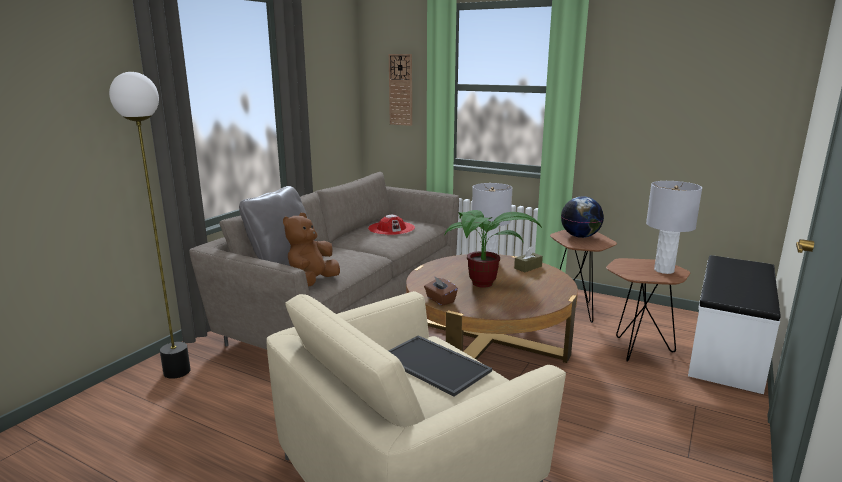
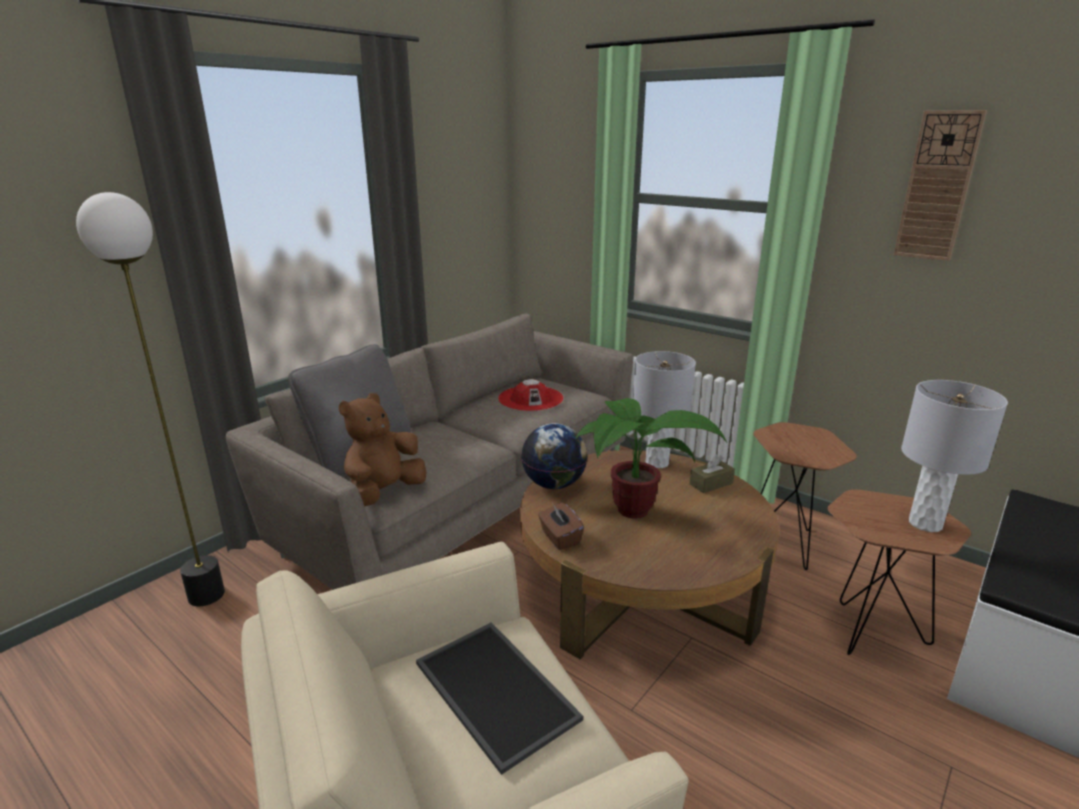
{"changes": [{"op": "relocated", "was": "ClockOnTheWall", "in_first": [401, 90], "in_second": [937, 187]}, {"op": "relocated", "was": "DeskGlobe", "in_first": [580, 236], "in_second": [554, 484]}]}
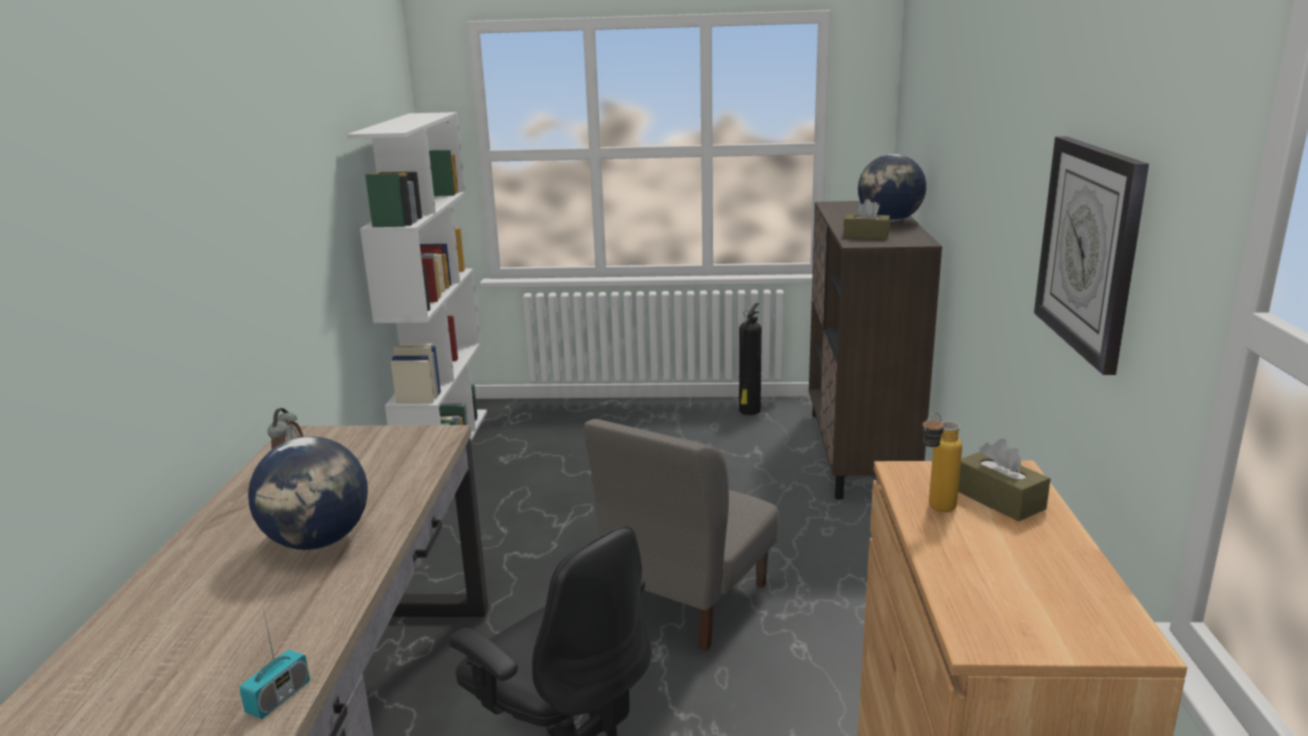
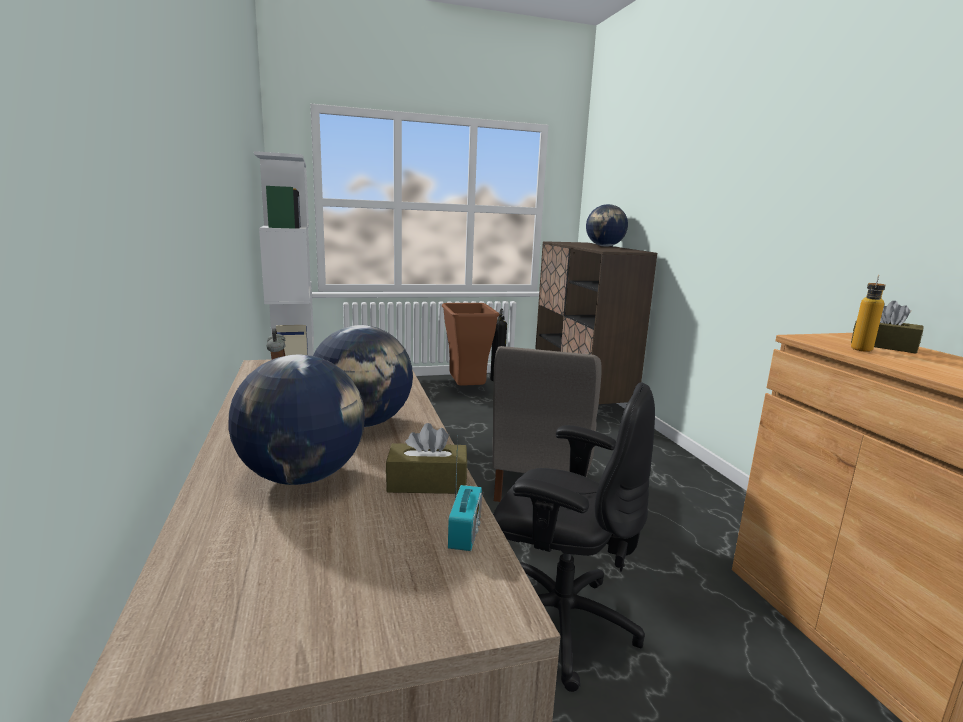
{"changes": [{"op": "missing", "was": "ClockOnTheWall", "in_first": [1089, 248]}, {"op": "relocated", "was": "BrownColouredBoxOfTissues", "in_first": [866, 235], "in_second": [427, 483]}, {"op": "appeared", "now": "BrownColouredWasteBin", "in_second": [465, 391]}, {"op": "appeared", "now": "DeskGlobe", "in_second": [302, 476]}]}
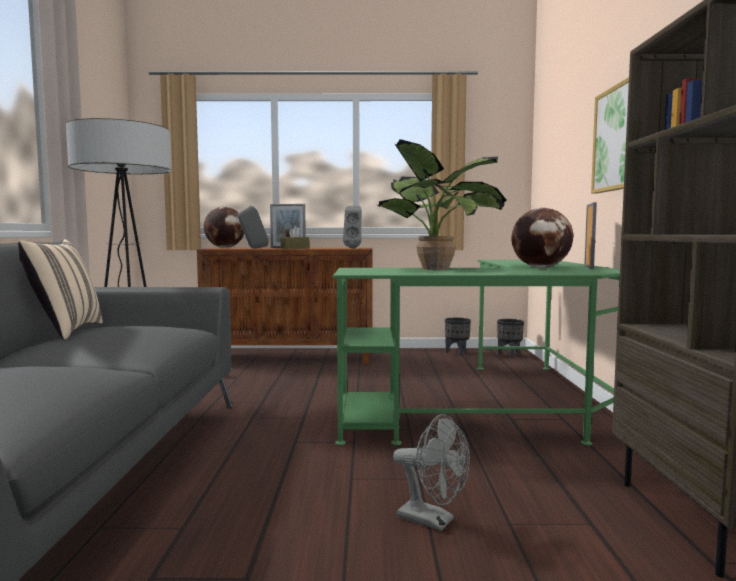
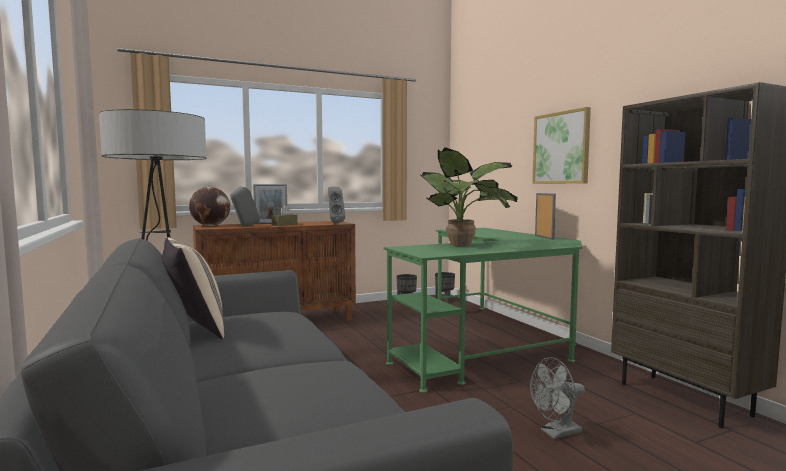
{"changes": [{"op": "missing", "was": "DeskGlobe", "in_first": [541, 267]}, {"op": "spun", "was": "GreyishElectricFan", "in_first": [433, 521], "in_second": [556, 433], "clockwise": 150}]}
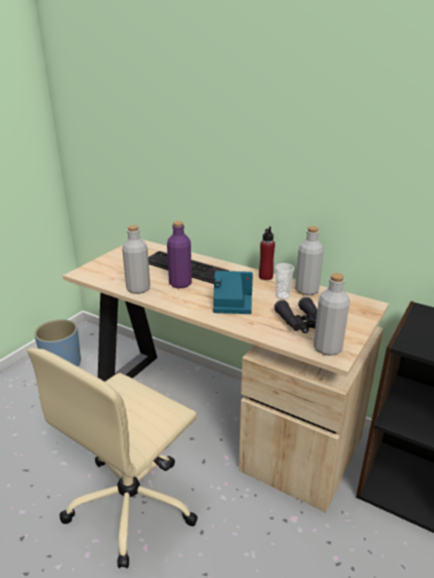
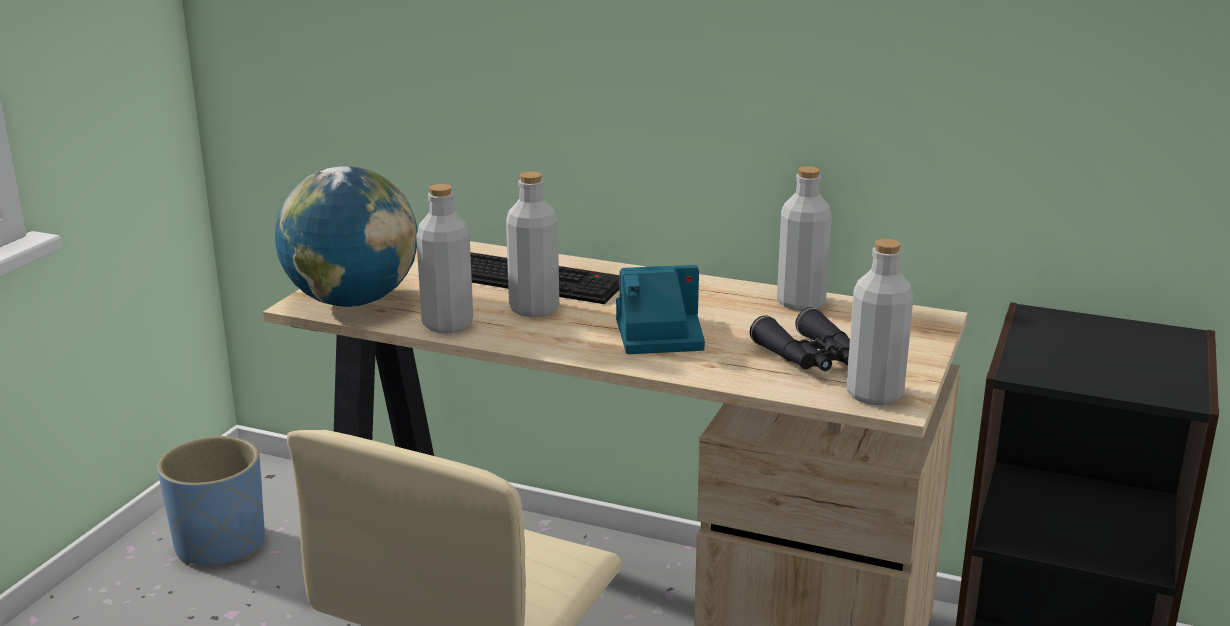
{"changes": [{"op": "colour", "was": "PurpleDrinkBottle", "now": "GreyishDrinkBottle", "in_first": [180, 283], "in_second": [534, 309]}, {"op": "missing", "was": "RedDrinkBottle", "in_first": [265, 277]}, {"op": "missing", "was": "Cup", "in_first": [282, 296]}, {"op": "appeared", "now": "DeskGlobe", "in_second": [352, 302]}]}
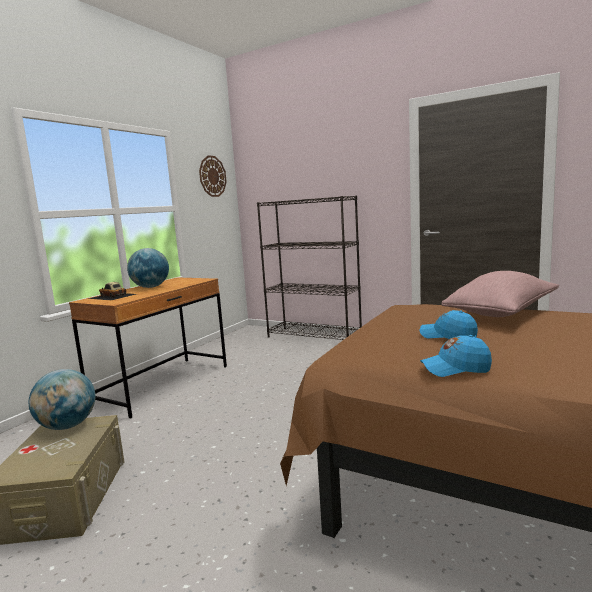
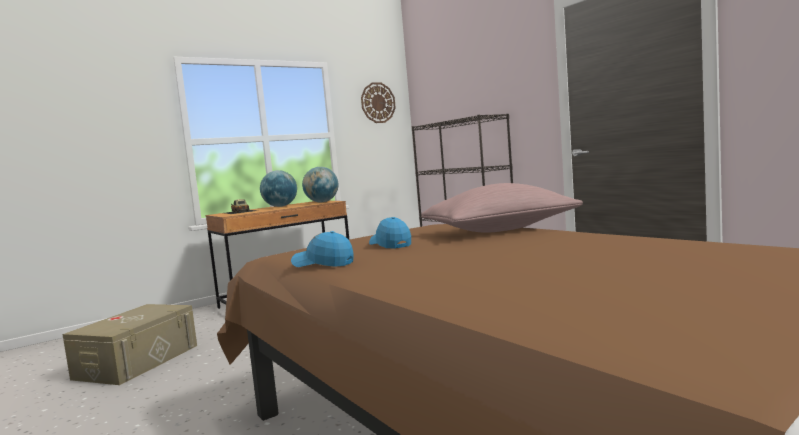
{"changes": [{"op": "relocated", "was": "DeskGlobe", "in_first": [67, 426], "in_second": [322, 202]}]}
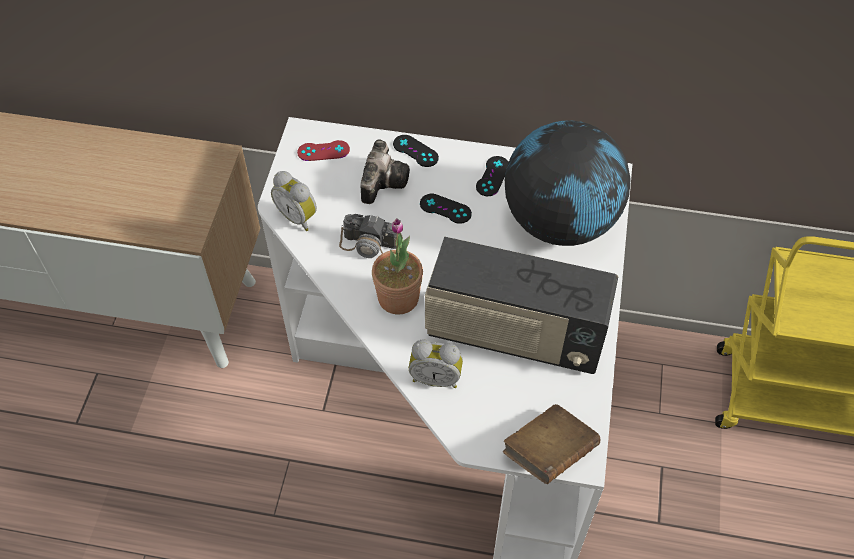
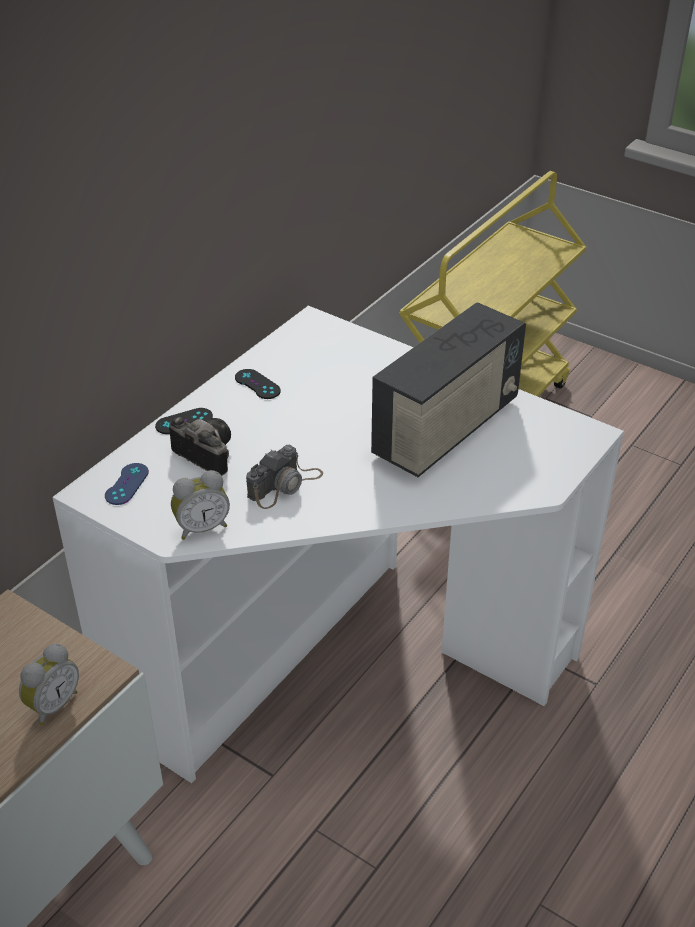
{"changes": [{"op": "missing", "was": "DeskGlobe", "in_first": [560, 221]}, {"op": "colour", "was": "RedGamepad", "now": "BlueGamepad", "in_first": [323, 151], "in_second": [127, 484]}, {"op": "missing", "was": "BlackColouredGamepad", "in_first": [445, 209]}, {"op": "missing", "was": "Houseplant", "in_first": [398, 298]}, {"op": "relocated", "was": "TableClock", "in_first": [435, 377], "in_second": [52, 704]}, {"op": "missing", "was": "BrownColouredVolume", "in_first": [549, 453]}]}
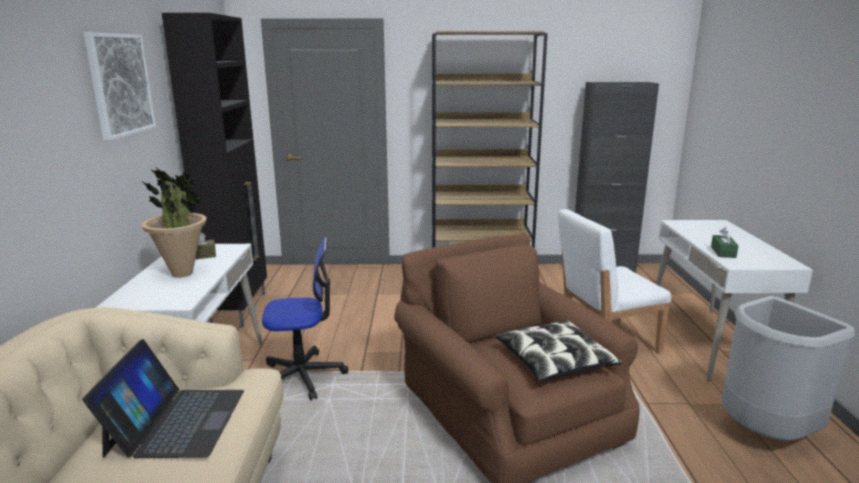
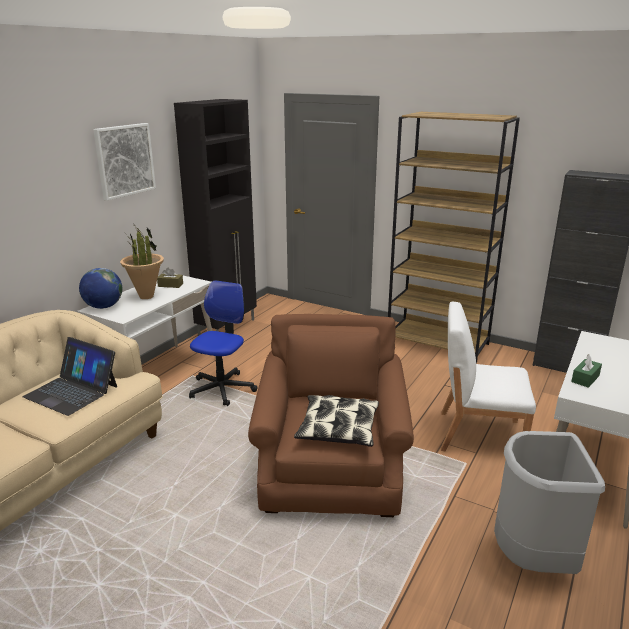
{"changes": [{"op": "spun", "was": "DeskChair", "in_first": [303, 376], "in_second": [222, 389], "clockwise": -90}, {"op": "spun", "was": "NotebookComputer", "in_first": [176, 421], "in_second": [72, 391], "clockwise": 90}, {"op": "appeared", "now": "DeskGlobe", "in_second": [103, 307]}]}
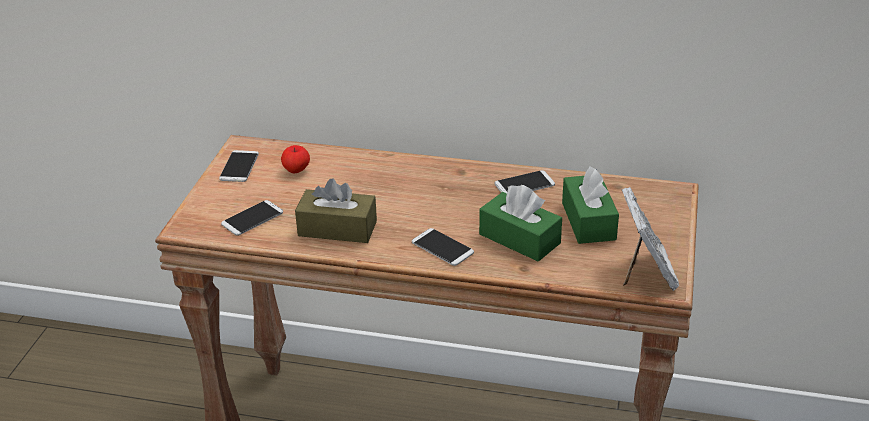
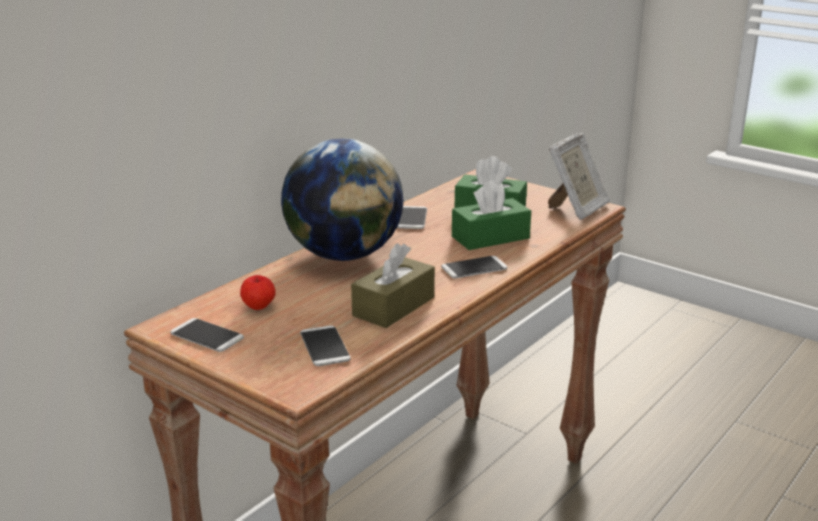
{"changes": [{"op": "spun", "was": "PictureFrame", "in_first": [646, 273], "in_second": [576, 209], "clockwise": 105}, {"op": "appeared", "now": "DeskGlobe", "in_second": [344, 255]}]}
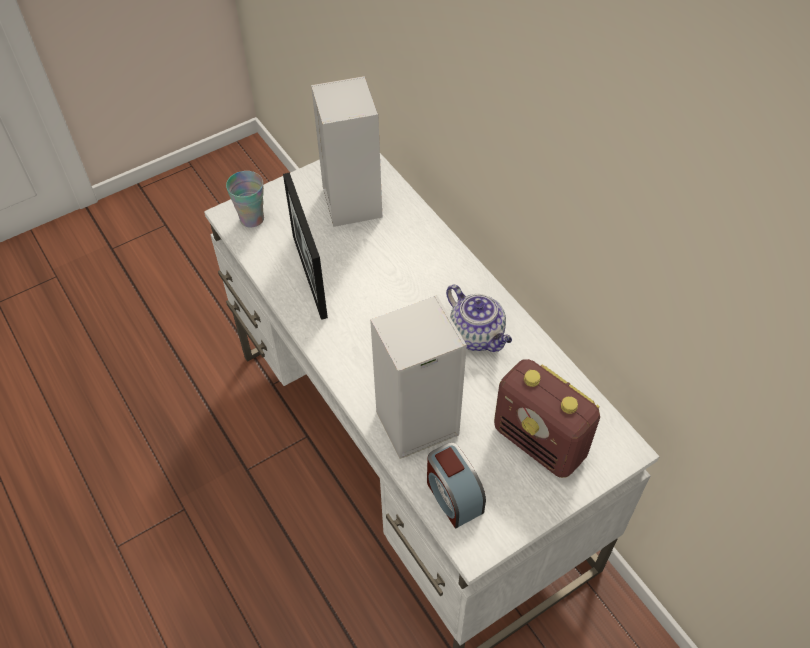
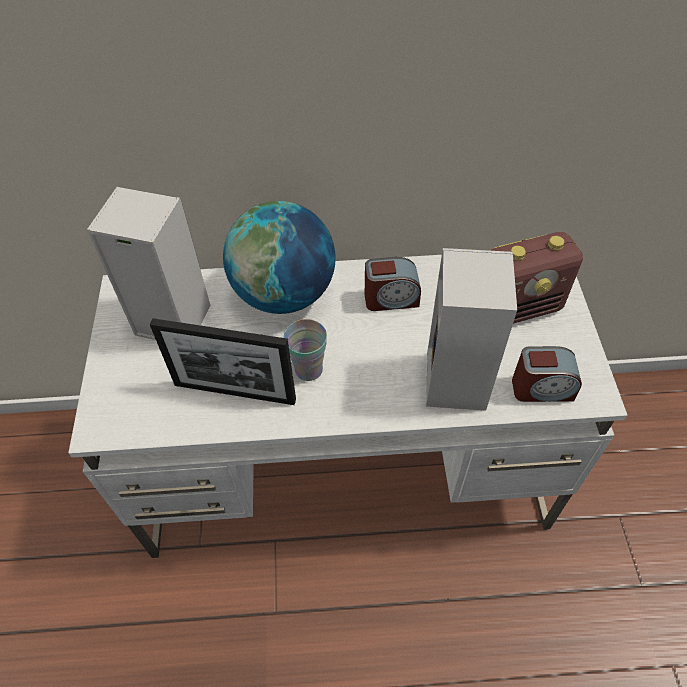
{"changes": [{"op": "relocated", "was": "Cup", "in_first": [252, 219], "in_second": [308, 369]}, {"op": "exchanged", "was": "Teapot", "now": "TableClock", "in_first": [477, 335], "in_second": [391, 299]}, {"op": "appeared", "now": "DeskGlobe", "in_second": [284, 294]}]}
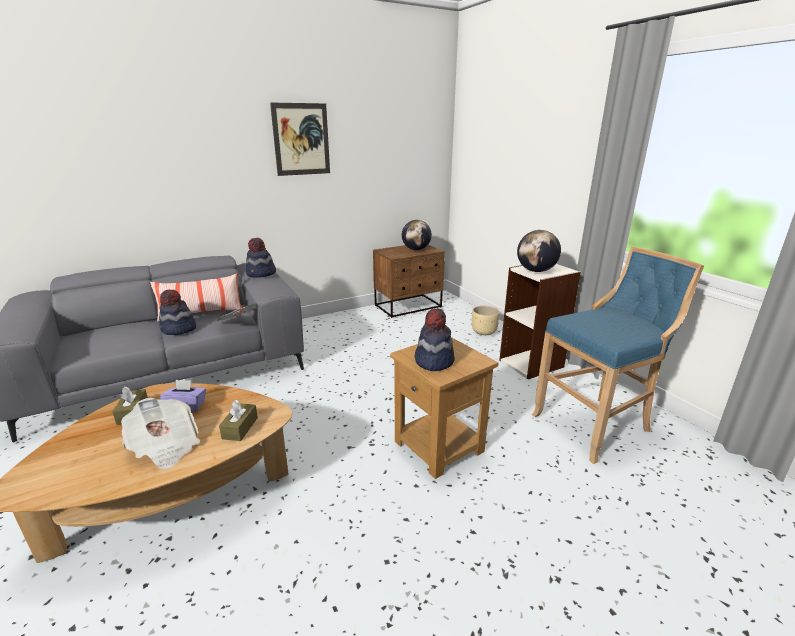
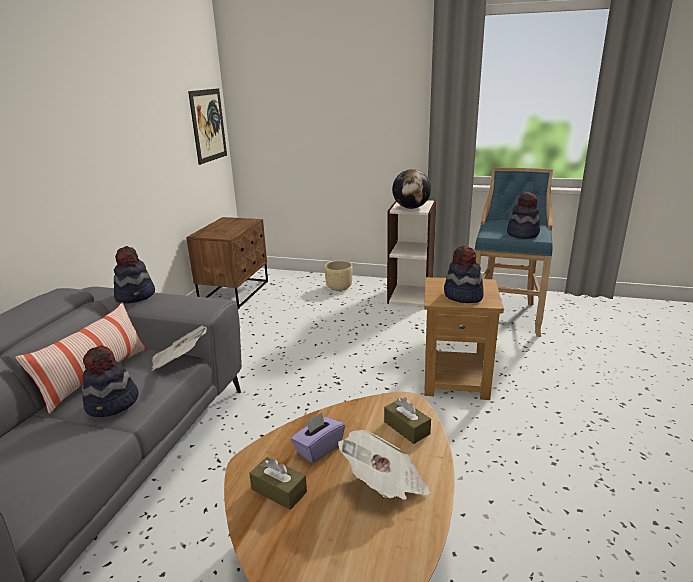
{"changes": [{"op": "relocated", "was": "WallArt", "in_first": [301, 139], "in_second": [208, 125]}, {"op": "missing", "was": "DeskGlobe", "in_first": [416, 249]}, {"op": "appeared", "now": "ClothingHat", "in_second": [522, 234]}]}
